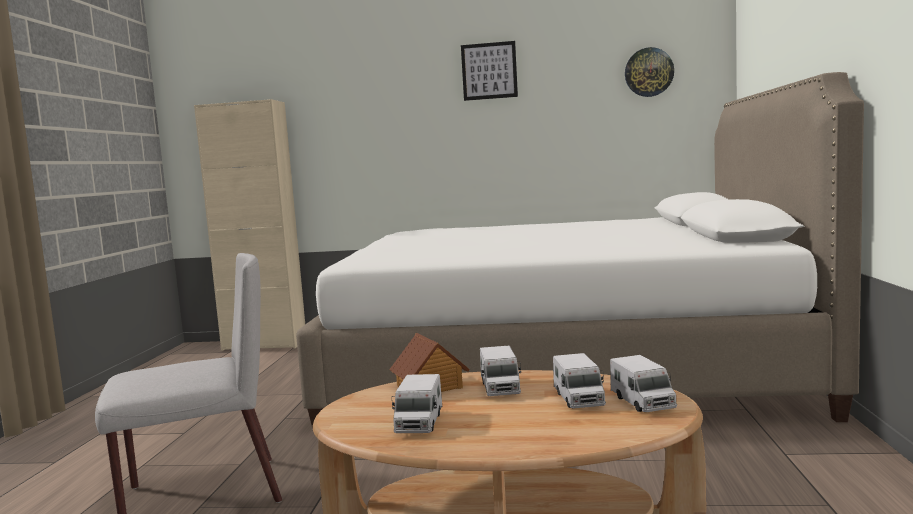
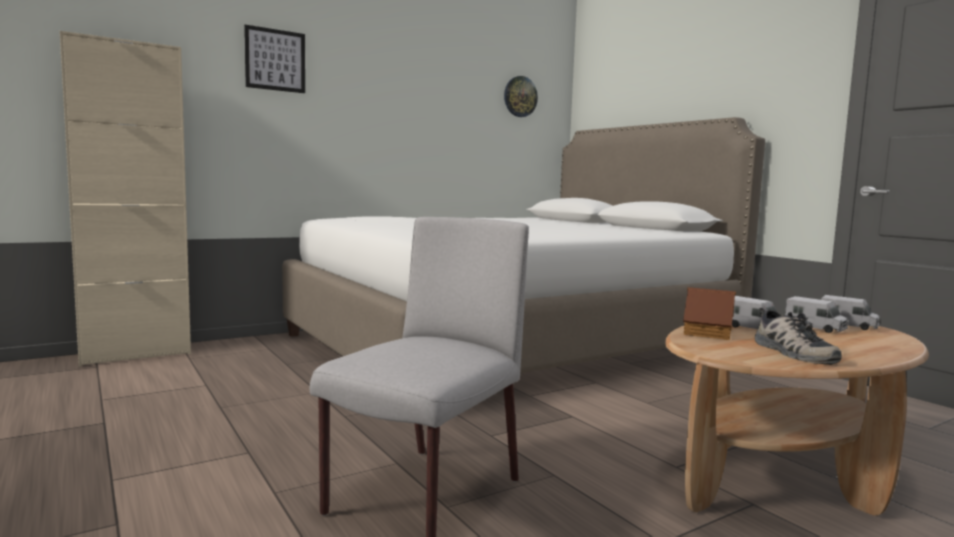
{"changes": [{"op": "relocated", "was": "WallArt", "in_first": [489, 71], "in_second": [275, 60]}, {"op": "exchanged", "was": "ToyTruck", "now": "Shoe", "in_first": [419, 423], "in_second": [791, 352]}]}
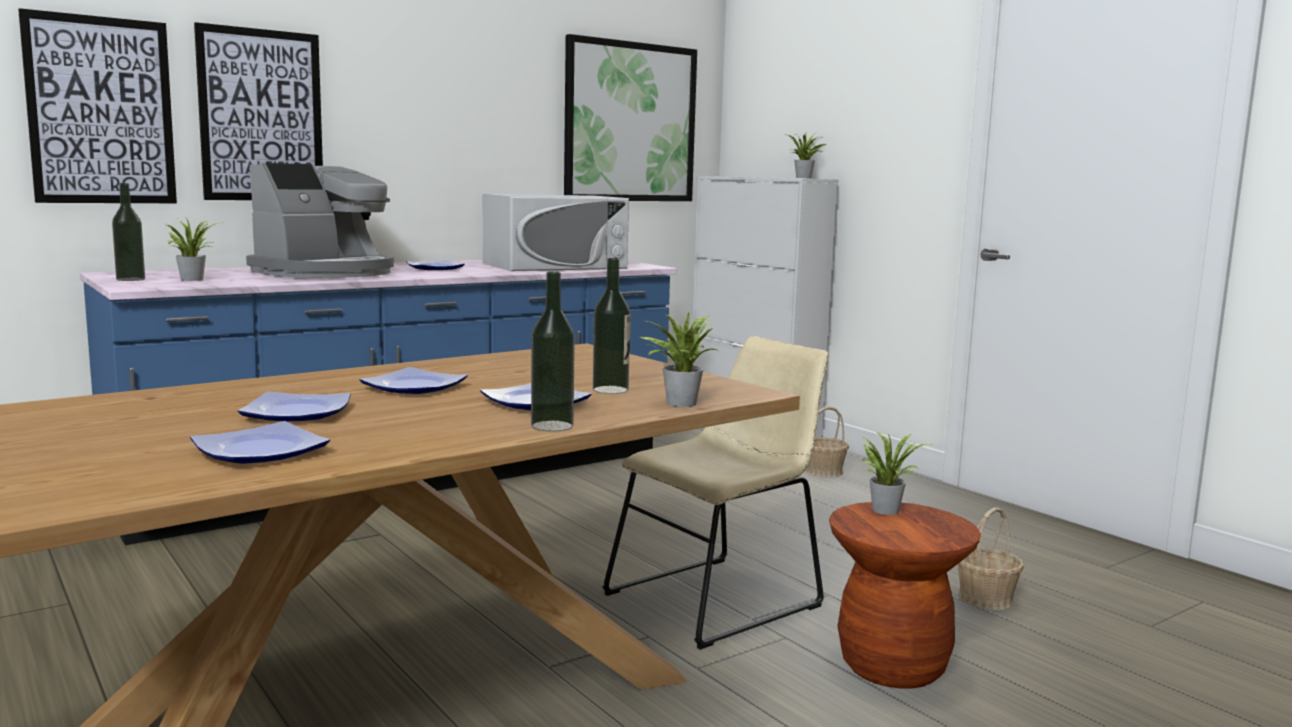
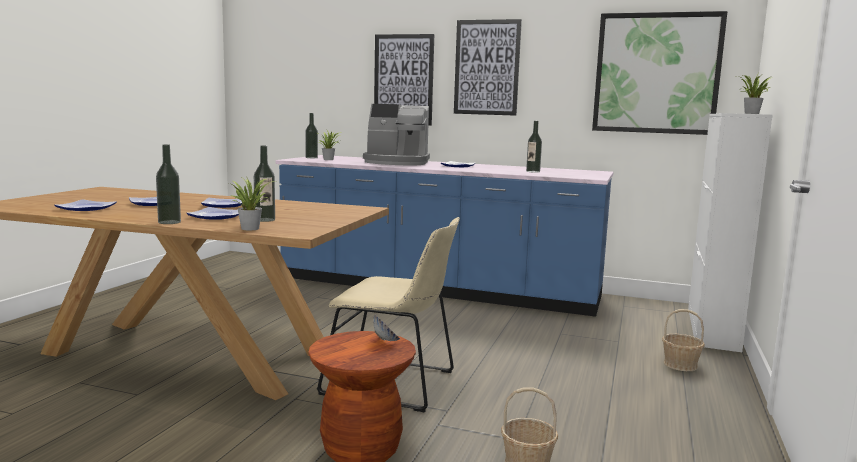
{"changes": [{"op": "relocated", "was": "WallArt", "in_first": [101, 111], "in_second": [487, 67]}, {"op": "exchanged", "was": "WhiteColouredMicrowaveOven", "now": "DrinkBottle", "in_first": [555, 266], "in_second": [533, 171]}, {"op": "exchanged", "was": "Houseplant", "now": "Bowl", "in_first": [885, 509], "in_second": [386, 340]}]}
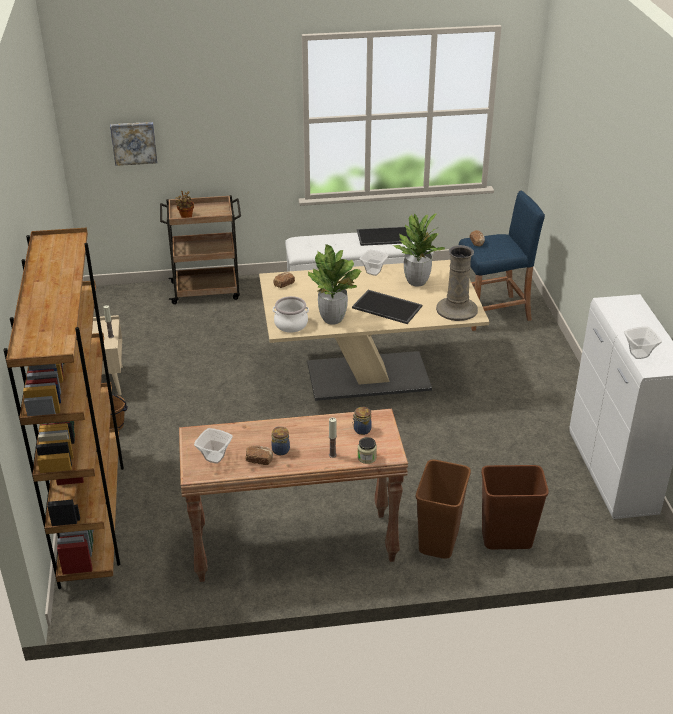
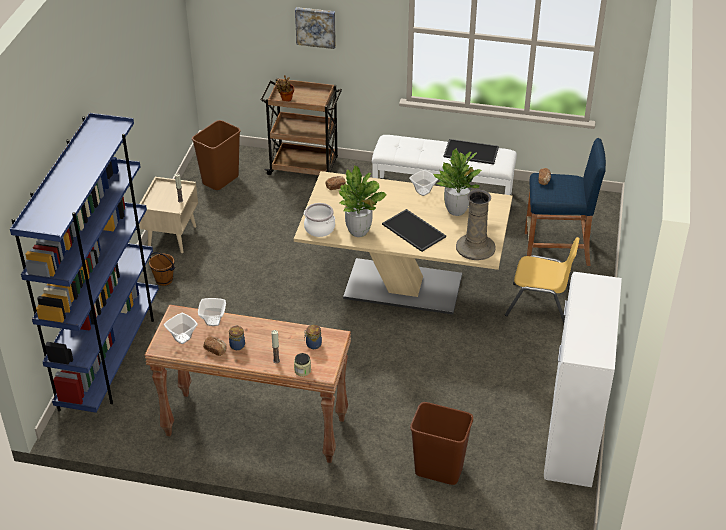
{"changes": [{"op": "relocated", "was": "WallArt", "in_first": [134, 142], "in_second": [316, 27]}, {"op": "colour", "was": "BrownColouredShelvingUnit", "now": "BlueShelvingUnit", "in_first": [92, 516], "in_second": [110, 357]}, {"op": "relocated", "was": "Bowl", "in_first": [638, 354], "in_second": [212, 321]}, {"op": "relocated", "was": "BrownColouredWasteBin", "in_first": [439, 541], "in_second": [220, 180]}, {"op": "appeared", "now": "YellowishUprightChair", "in_second": [539, 305]}]}
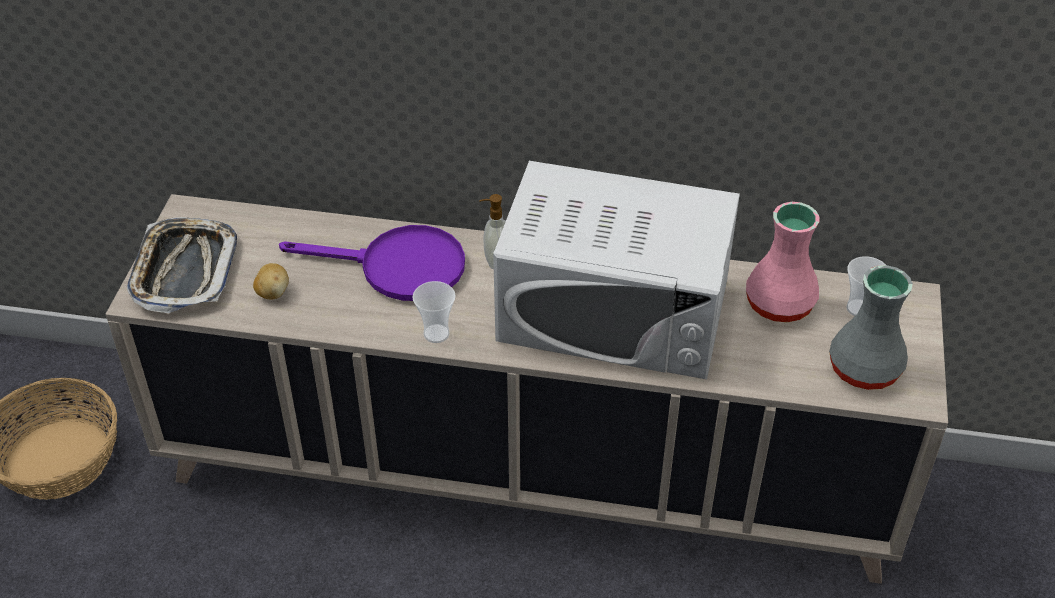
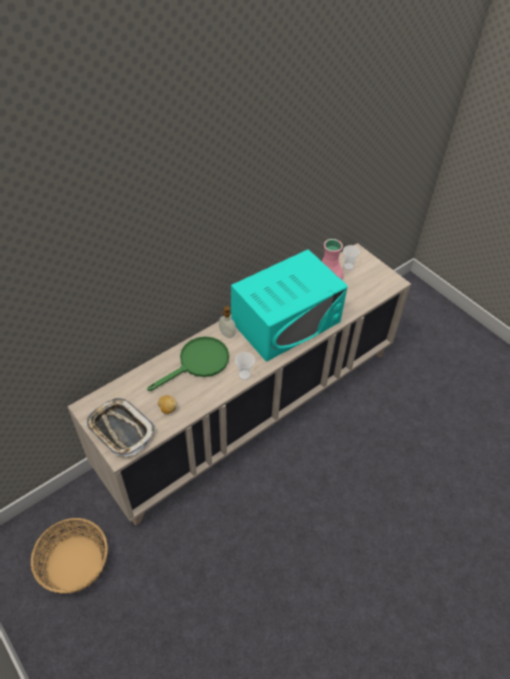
{"changes": [{"op": "colour", "was": "WhiteColouredMicrowaveOven", "now": "TurquoiseMicrowaveOven", "in_first": [614, 311], "in_second": [286, 321]}, {"op": "colour", "was": "PurplePan", "now": "GreenishPan", "in_first": [398, 268], "in_second": [198, 363]}, {"op": "missing", "was": "GreyishVase", "in_first": [862, 369]}]}
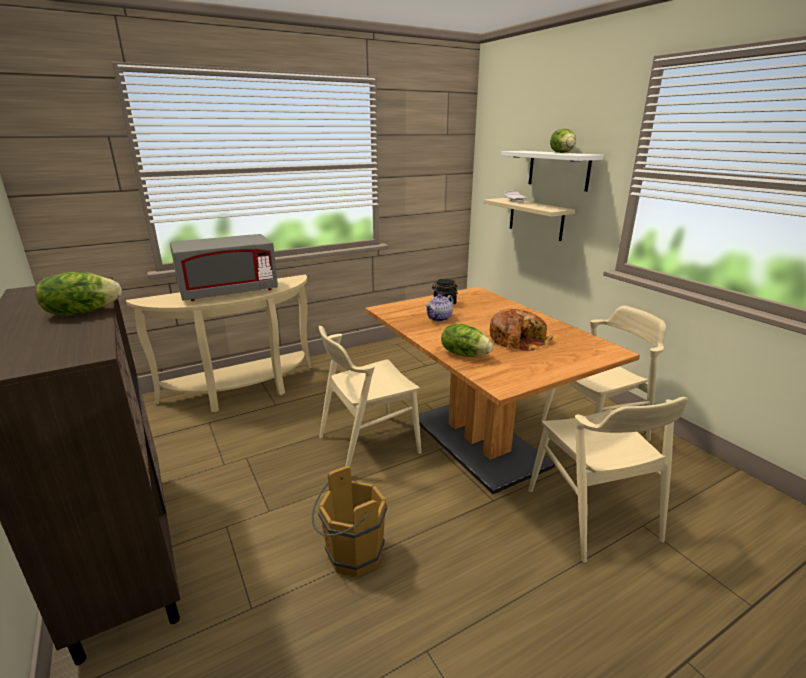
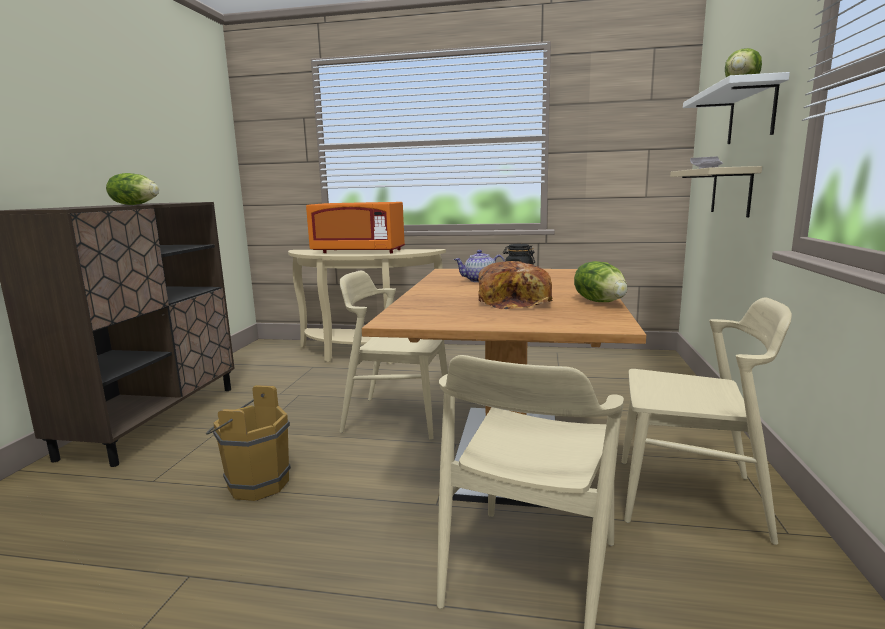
{"changes": [{"op": "colour", "was": "GreyishMicrowaveOven", "now": "OrangeColouredMicrowaveOven", "in_first": [229, 292], "in_second": [359, 252]}, {"op": "relocated", "was": "LettuceHead", "in_first": [464, 354], "in_second": [600, 301]}]}
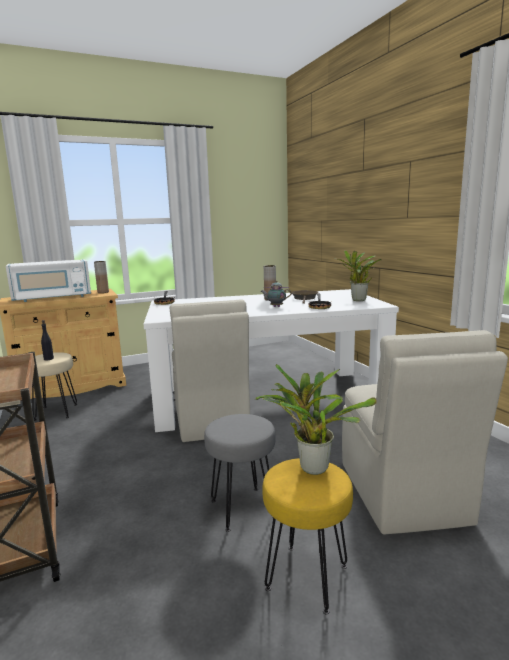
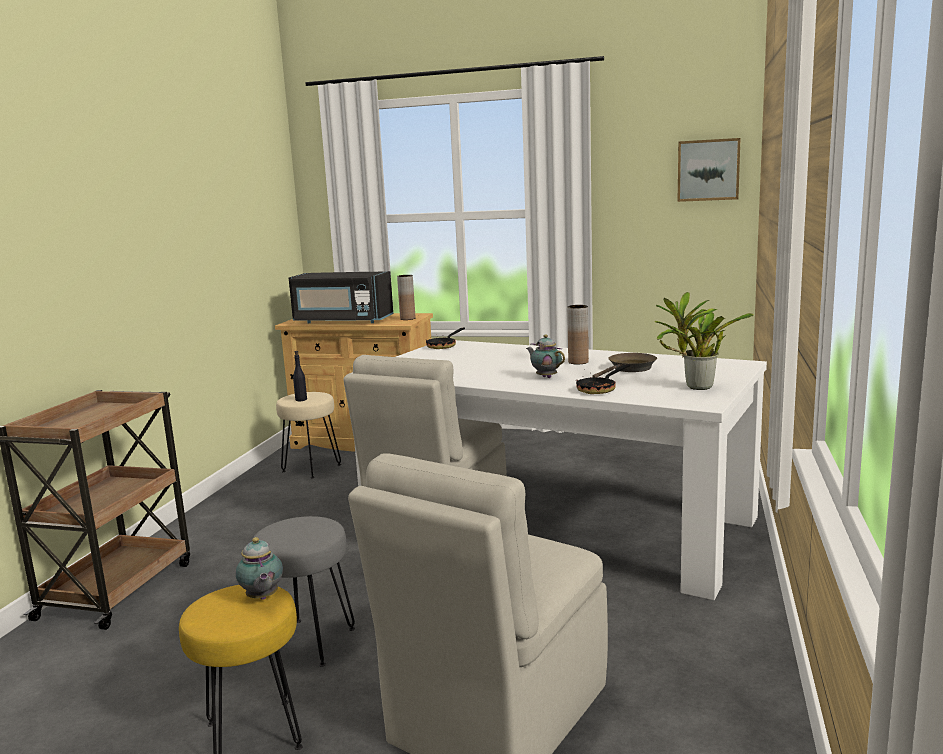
{"changes": [{"op": "colour", "was": "WhiteColouredMicrowaveOven", "now": "BlackColouredMicrowaveOven", "in_first": [52, 298], "in_second": [342, 321]}, {"op": "exchanged", "was": "Houseplant", "now": "Teapot", "in_first": [311, 466], "in_second": [262, 598]}, {"op": "appeared", "now": "WallArt", "in_second": [708, 170]}]}
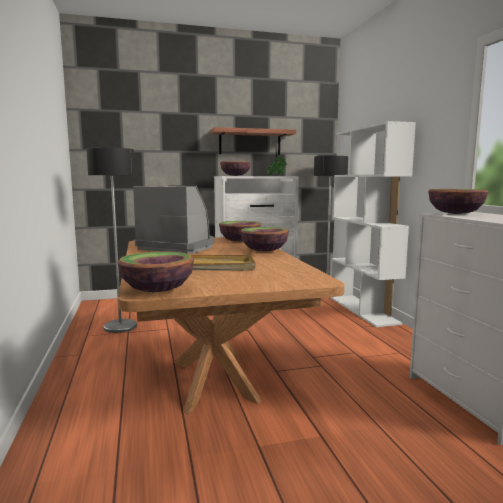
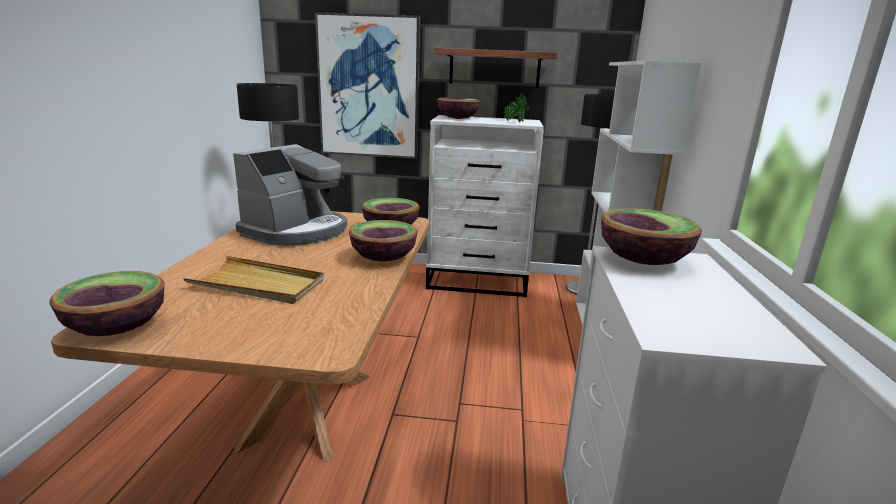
{"changes": [{"op": "spun", "was": "CoffeeMachine", "in_first": [178, 247], "in_second": [297, 231], "clockwise": 75}, {"op": "appeared", "now": "WallArt", "in_second": [369, 87]}]}
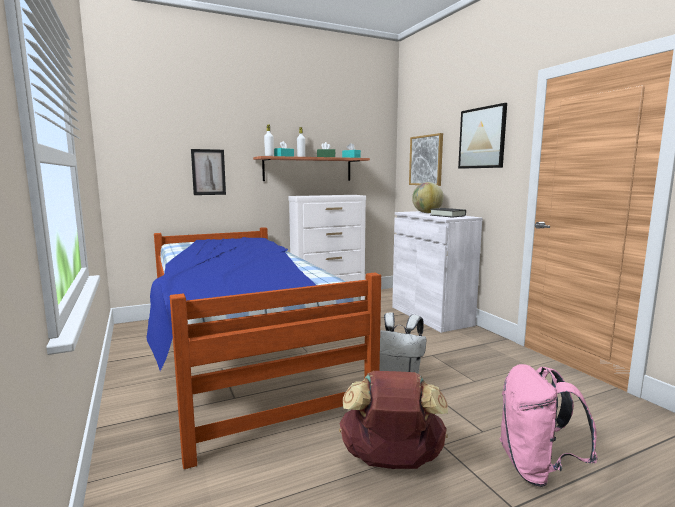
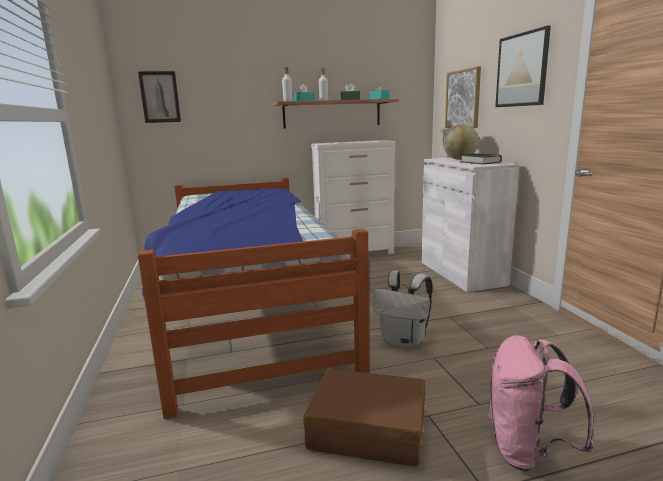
{"changes": [{"op": "relocated", "was": "WallArt", "in_first": [208, 172], "in_second": [160, 97]}, {"op": "exchanged", "was": "BrownColouredBackpack", "now": "BrownColouredPieceOfLuggage", "in_first": [391, 462], "in_second": [368, 429]}]}
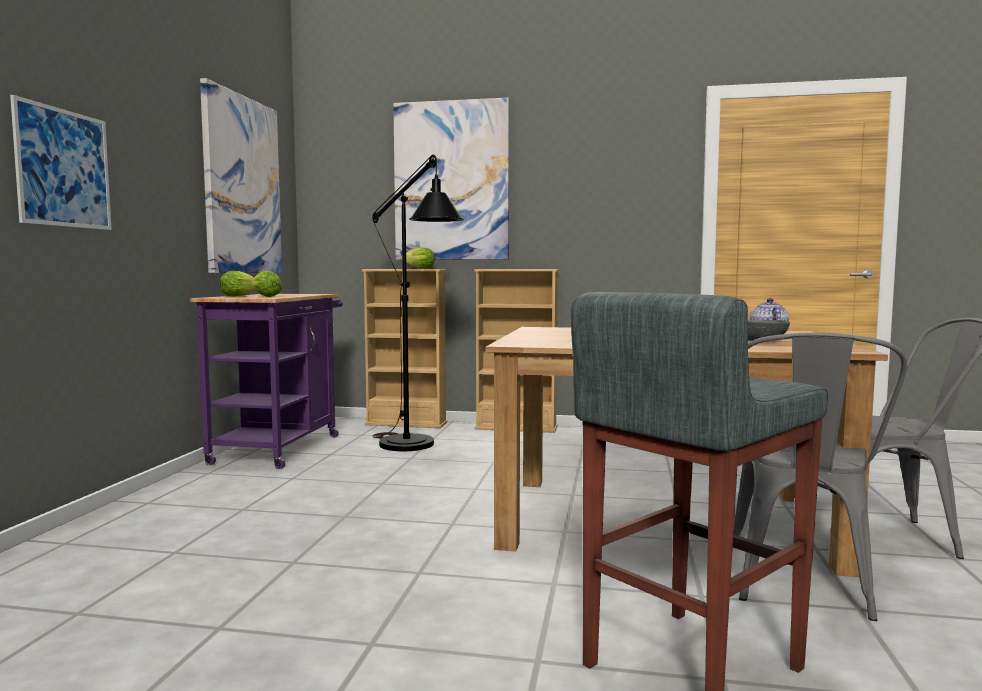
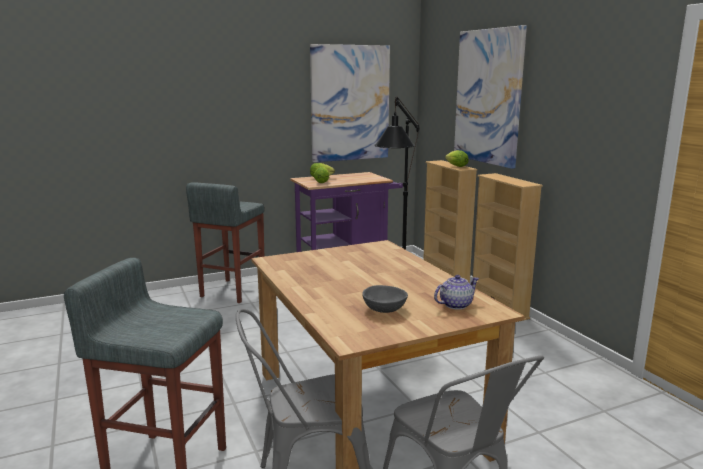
{"changes": [{"op": "missing", "was": "WallArt", "in_first": [64, 168]}, {"op": "appeared", "now": "GreyishSittingStool", "in_second": [232, 291]}]}
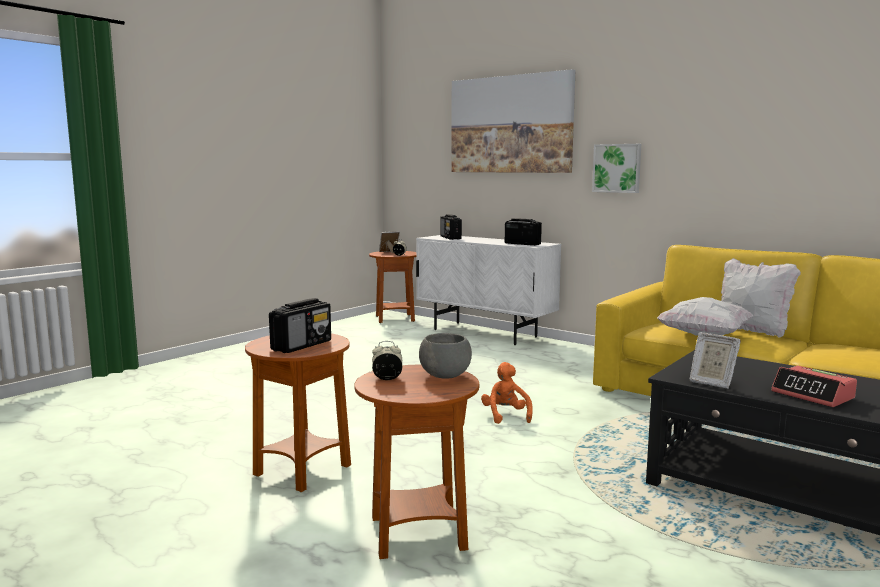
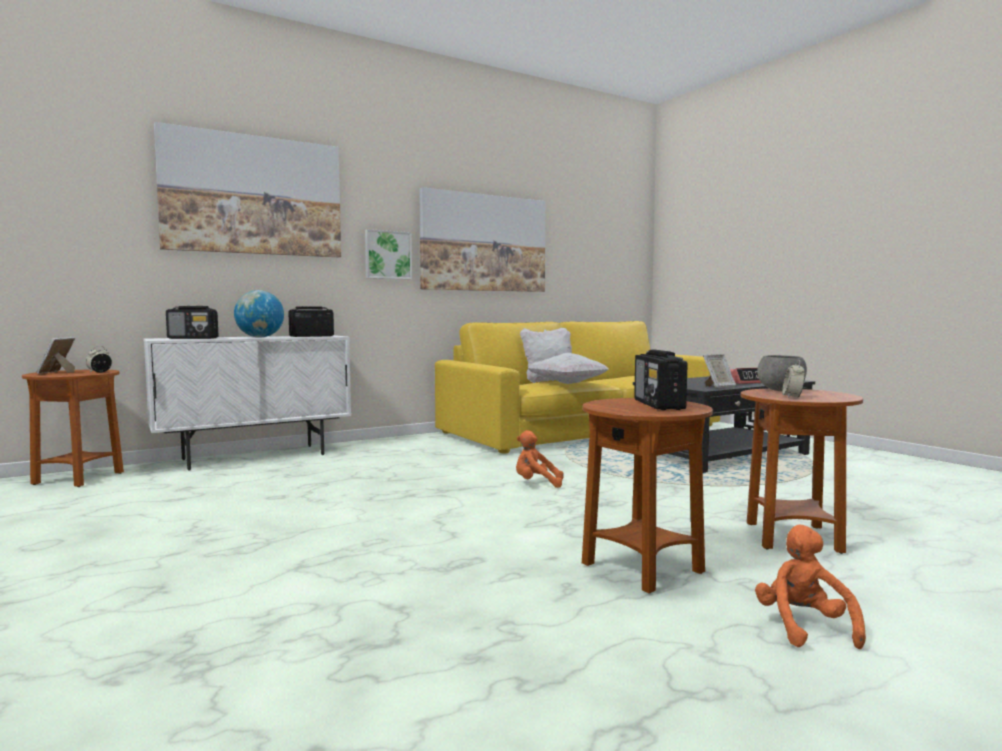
{"changes": [{"op": "spun", "was": "Radio", "in_first": [302, 345], "in_second": [658, 405], "clockwise": -150}, {"op": "appeared", "now": "WallArt", "in_second": [484, 243]}, {"op": "appeared", "now": "DeskGlobe", "in_second": [259, 337]}, {"op": "appeared", "now": "OrangeColouredCuddlyToy", "in_second": [804, 627]}]}
